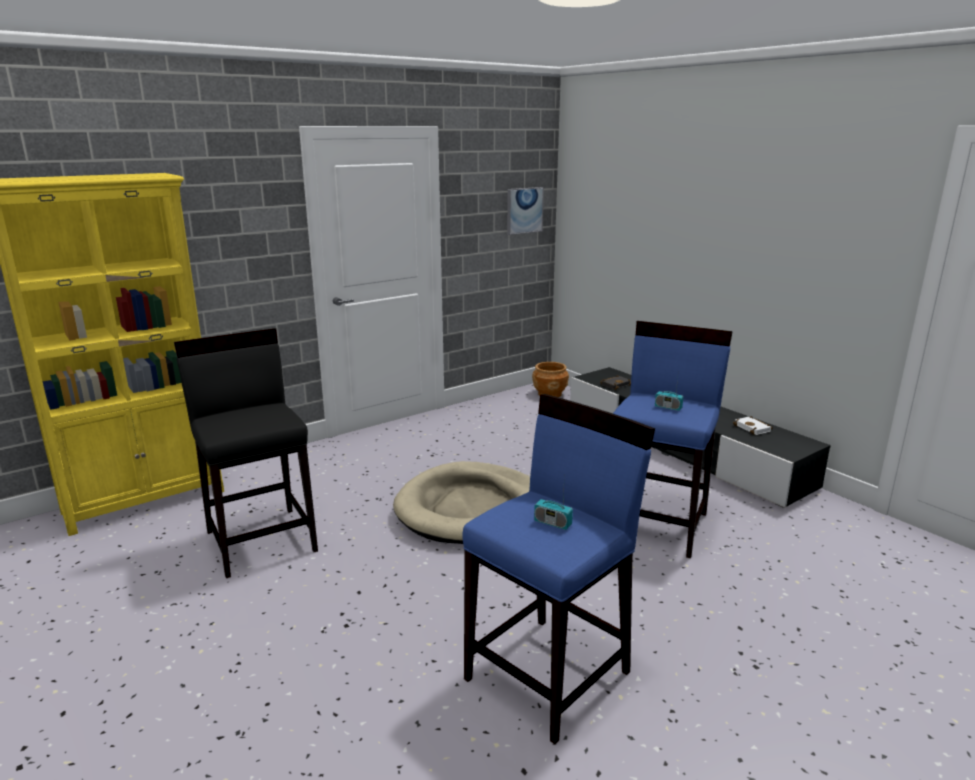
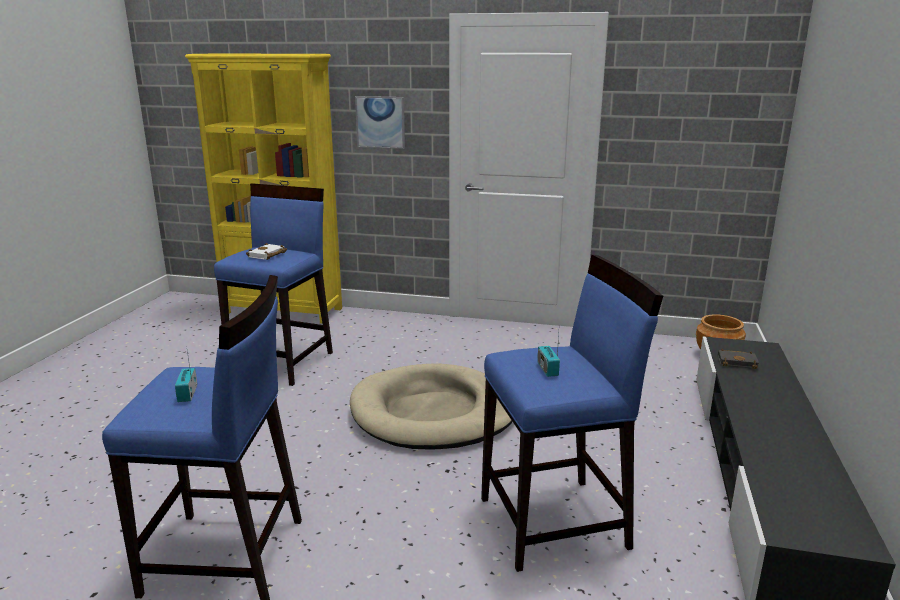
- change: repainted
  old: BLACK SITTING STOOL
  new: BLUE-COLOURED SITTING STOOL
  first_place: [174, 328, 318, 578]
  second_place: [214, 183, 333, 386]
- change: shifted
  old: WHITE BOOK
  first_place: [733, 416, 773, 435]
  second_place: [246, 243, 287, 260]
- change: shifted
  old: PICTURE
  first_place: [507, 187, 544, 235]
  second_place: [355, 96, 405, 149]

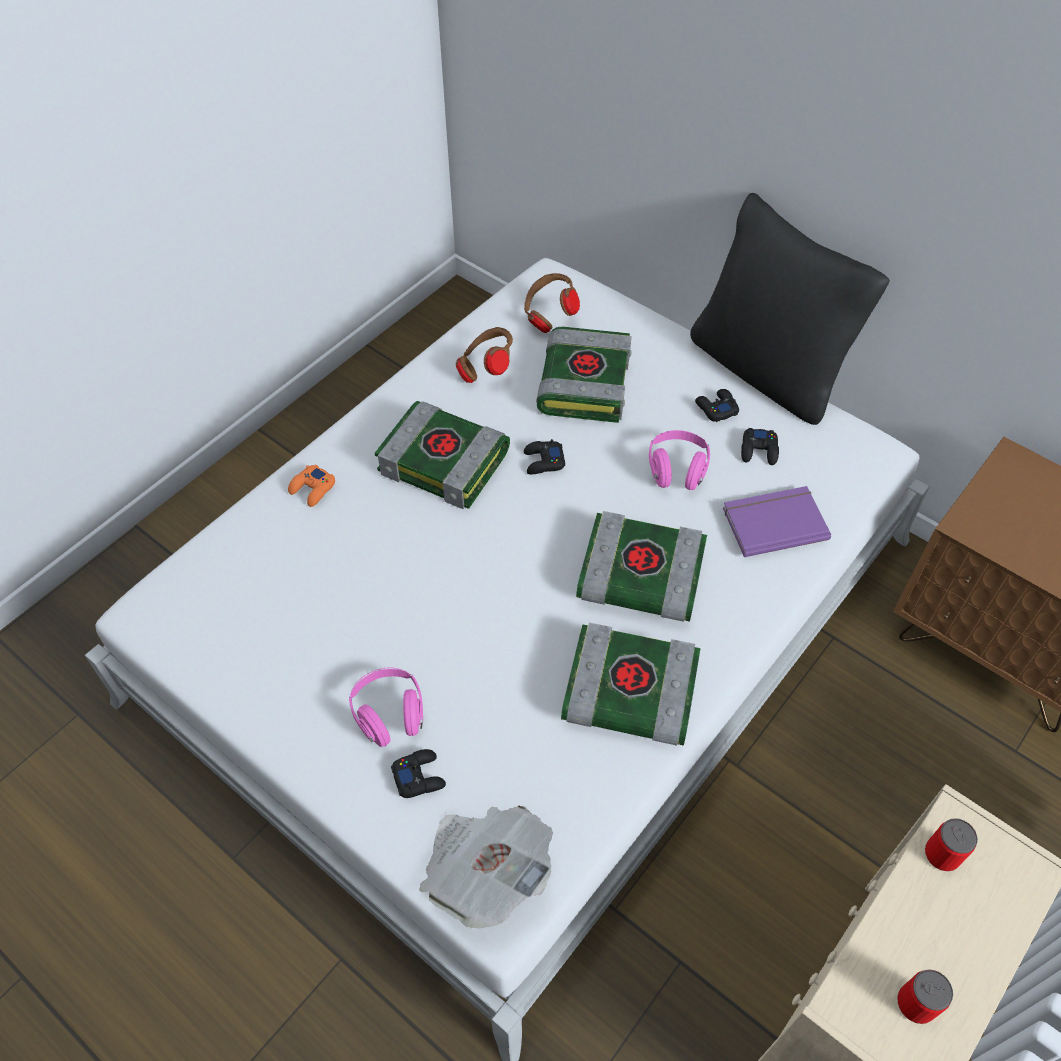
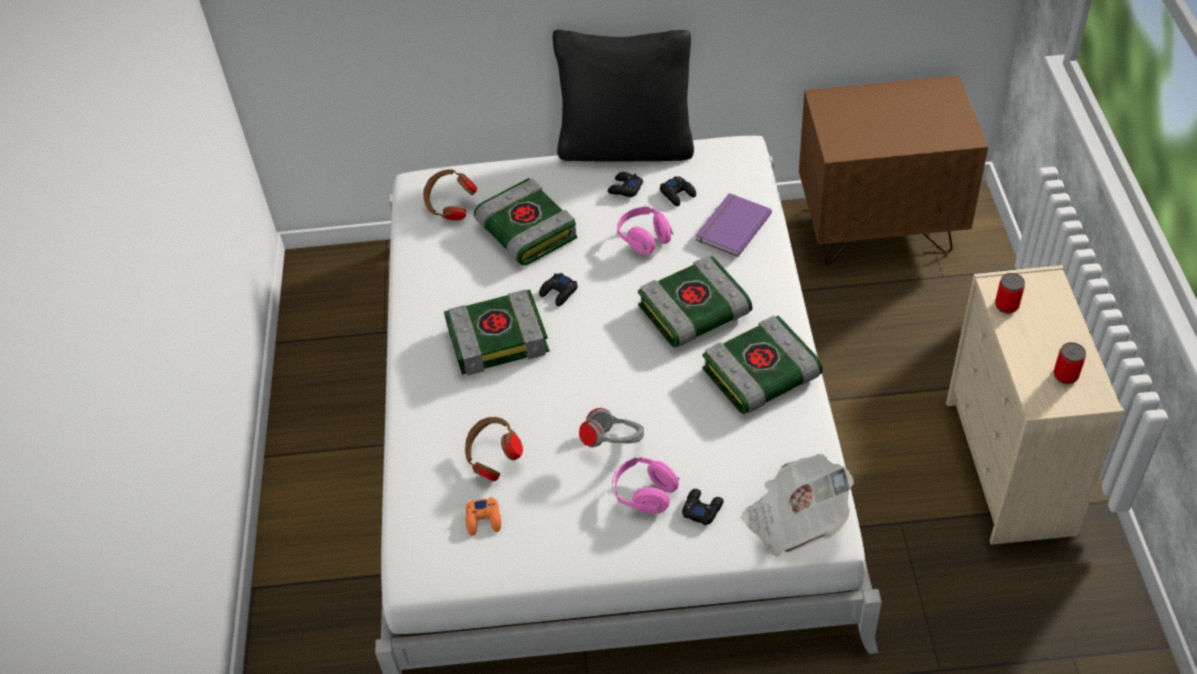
- change: shifted
  old: BROWN HEADPHONES
  first_place: [456, 327, 513, 383]
  second_place: [465, 417, 523, 481]
- change: shifted
  old: ORANGE GAME CONTROLLER
  first_place: [288, 464, 335, 507]
  second_place: [465, 497, 501, 536]
- change: new
  new: GREY HEADPHONES
  second_place: [579, 408, 644, 447]

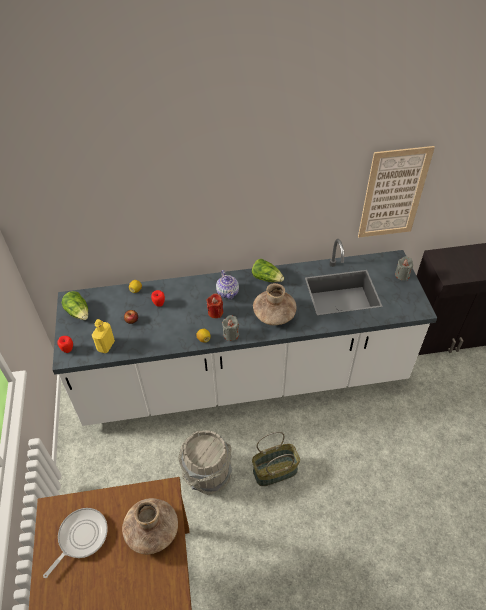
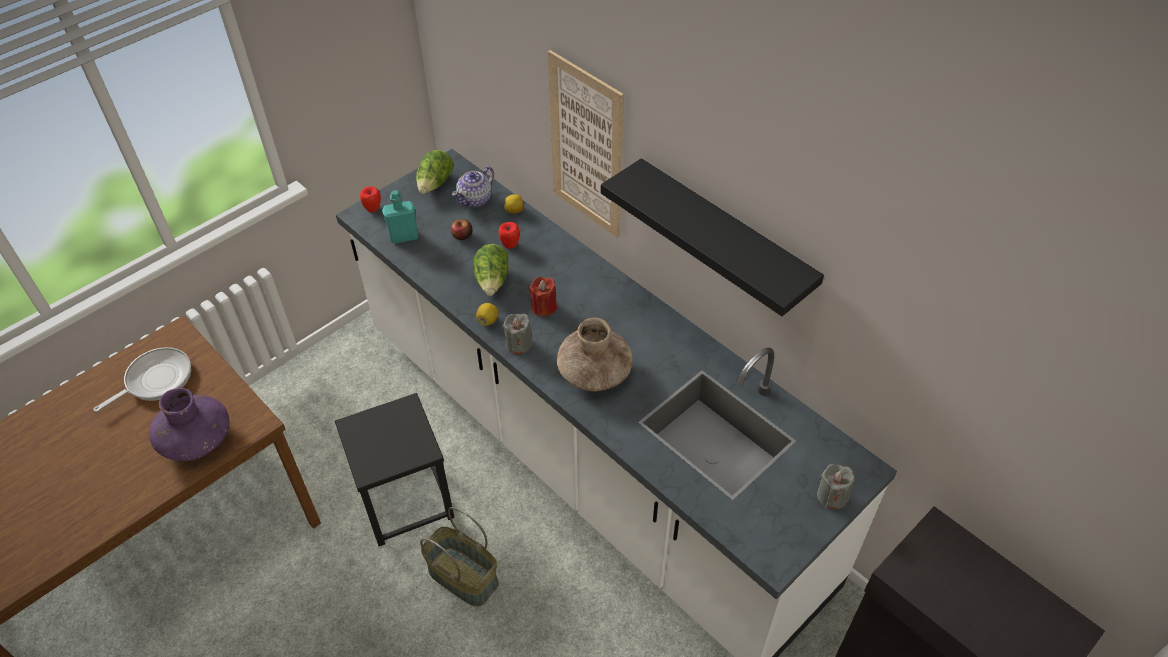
- change: rotated
  old: SKILLET
  first_place: [43, 508, 108, 578]
  second_place: [93, 347, 191, 412]
  degrees: -45
- change: repainted
  old: BROWN VASE
  new: PURPLISH VASE
  first_place: [122, 498, 178, 554]
  second_place: [149, 388, 229, 461]
- change: swapped
  old: GREY PAIL
  new: BLACK SITTING STOOL
  first_place: [178, 430, 232, 495]
  second_place: [335, 393, 455, 546]
- change: repainted
  old: YELLOW-COLOURED BEVERAGE BOTTLE
  new: BLUE-GREEN BEVERAGE BOTTLE
  first_place: [92, 319, 115, 353]
  second_place: [382, 190, 418, 244]
- change: shifted
  old: TEAPOT
  first_place: [216, 270, 239, 300]
  second_place: [452, 166, 494, 207]
- change: shifted
  old: HEAD OF LETTUCE
  first_place: [252, 259, 284, 282]
  second_place: [474, 244, 508, 296]
- change: shifted
  old: PICTURE
  first_place: [358, 146, 435, 238]
  second_place: [548, 50, 624, 238]
- change: new
  new: BLACK BRACKET SHELF
  second_place: [601, 158, 824, 316]

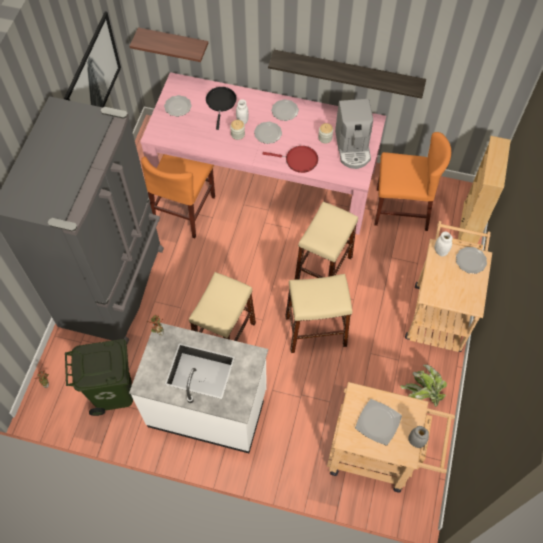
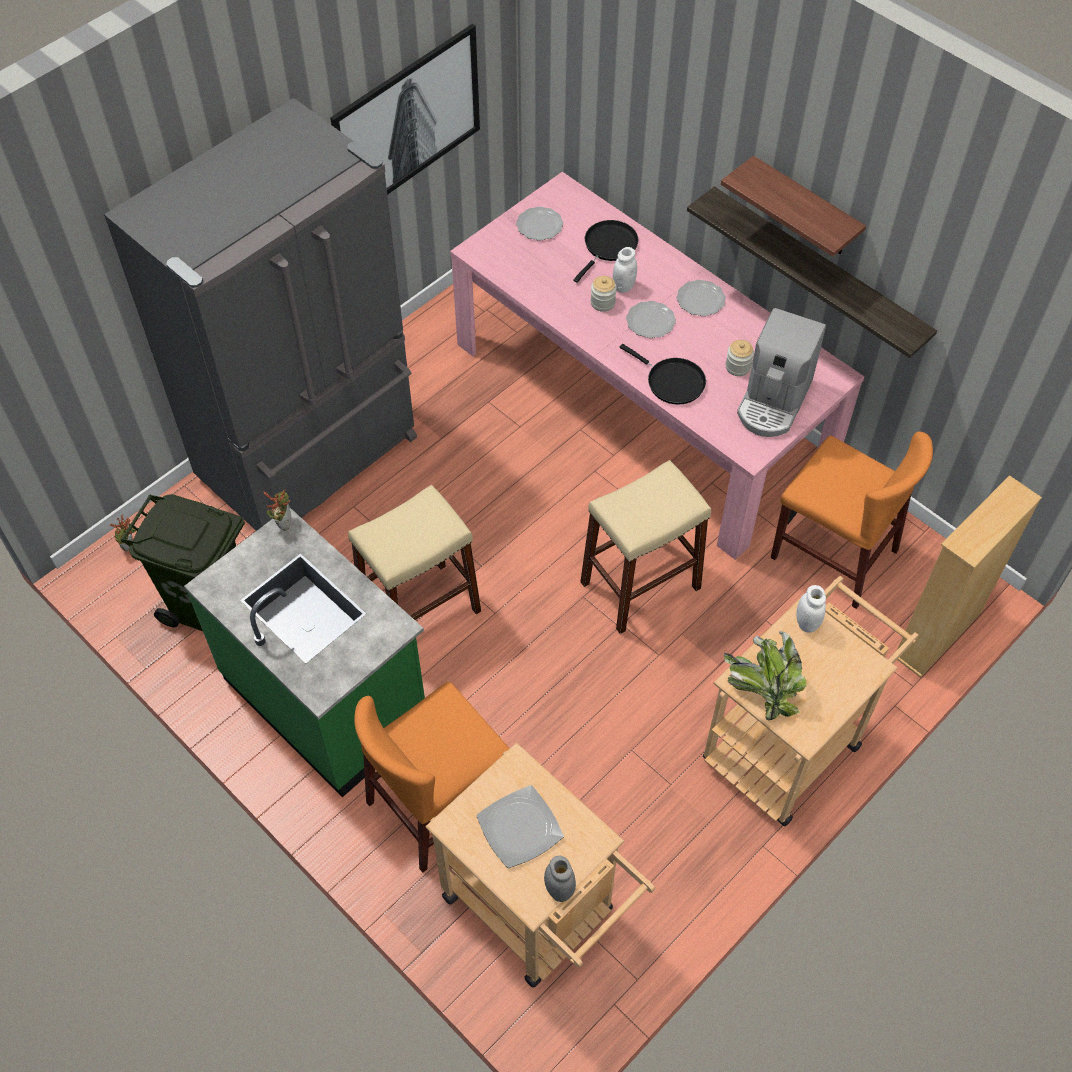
- change: repainted
  old: WHITE COUNTER
  new: GREENISH COUNTER
  first_place: [129, 323, 268, 453]
  second_place: [184, 508, 425, 797]
- change: shifted
  old: ORANGE CHAIR
  first_place: [141, 154, 215, 238]
  second_place: [354, 682, 510, 873]
- change: repainted
  old: RED SKILLET
  new: BLACK SKILLET
  first_place: [263, 146, 318, 173]
  second_place: [620, 344, 706, 405]
- change: shifted
  old: BRACKET SHELF
  first_place: [130, 27, 208, 62]
  second_place: [721, 156, 866, 257]
- change: shifted
  old: PLANT IN A POT
  first_place: [400, 364, 447, 407]
  second_place: [724, 631, 807, 720]
- change: gone
  old: SAND-COLOURED SITTING STOOL
  first_place: [285, 274, 352, 353]
- change: gone
  old: PLATE
  first_place: [456, 247, 487, 274]

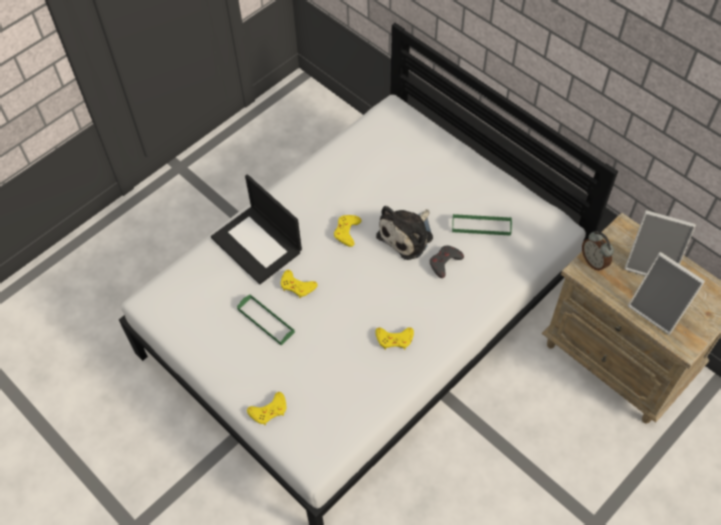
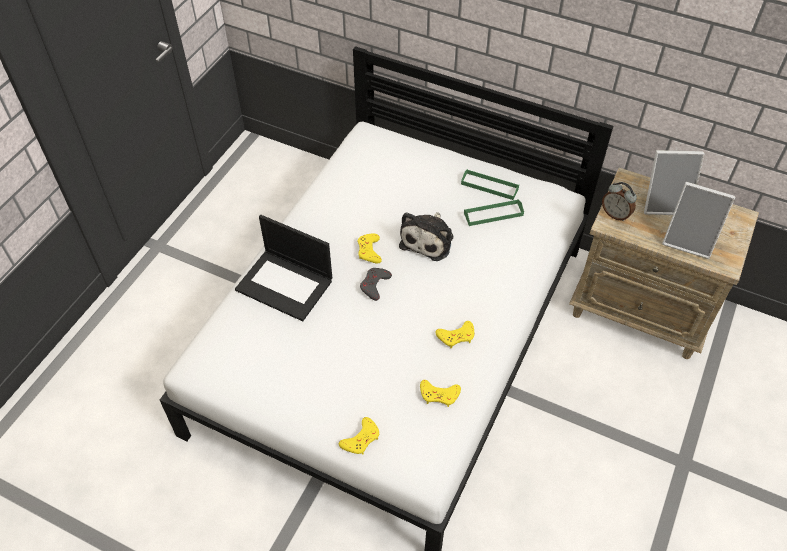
- change: shifted
  old: GREY GAME CONTROLLER
  first_place: [430, 245, 464, 278]
  second_place: [360, 268, 392, 301]
- change: shifted
  old: YELLOW-COLOURED GAME CONTROLLER
  first_place: [281, 270, 318, 299]
  second_place: [420, 380, 461, 407]
- change: shifted
  old: GREENISH CARRYING TRAY
  first_place: [237, 294, 295, 345]
  second_place: [461, 169, 519, 200]

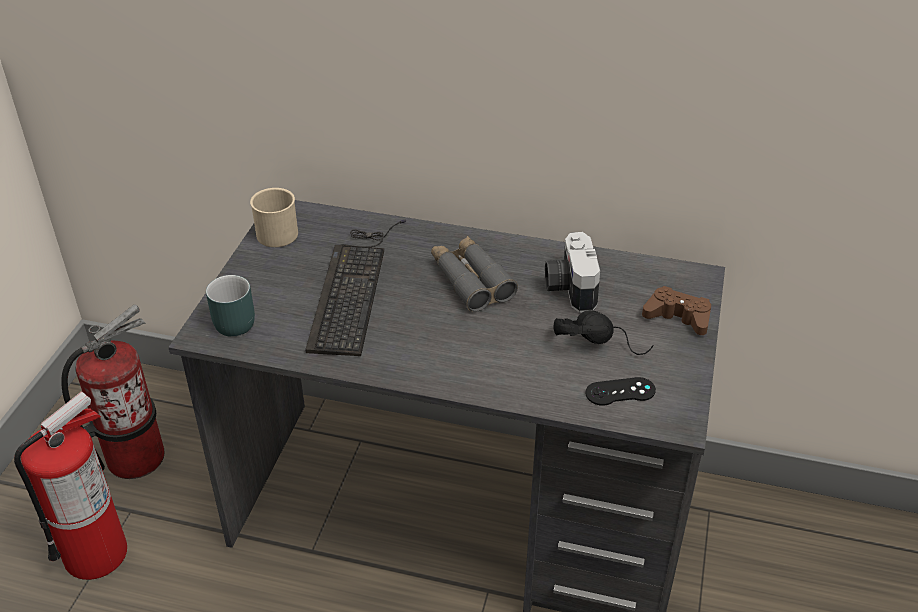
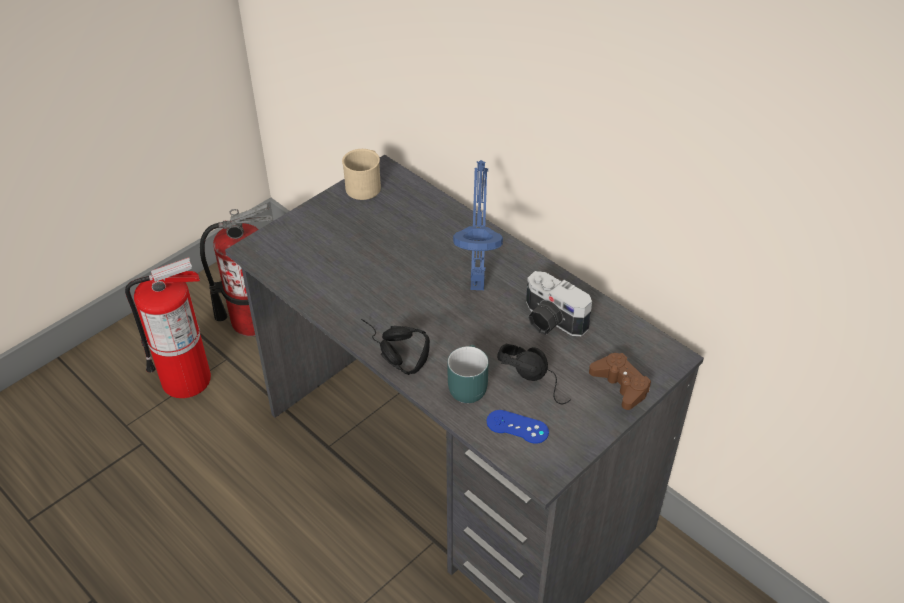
- change: new
  new: BLACK HEADPHONES
  second_place: [361, 319, 430, 375]
- change: shifted
  old: BLUE-GREEN MUG
  first_place: [206, 275, 255, 337]
  second_place: [447, 345, 489, 403]
- change: swapped
  old: GREY FIELD GLASSES
  new: BLUE-COLOURED LAMP FOR A TABLE
  first_place: [431, 236, 518, 312]
  second_place: [453, 160, 503, 290]
- change: repainted
  old: BLACK GAME CONTROLLER
  new: BLUE-COLOURED GAME CONTROLLER
  first_place: [585, 377, 656, 406]
  second_place: [487, 410, 549, 444]
- change: rotated
  old: PHOTO CAMERA
  first_place: [545, 232, 600, 313]
  second_place: [526, 271, 592, 336]
  degrees: -75
- change: gone
  old: COMPUTER KEYBOARD
  first_place: [305, 220, 406, 356]

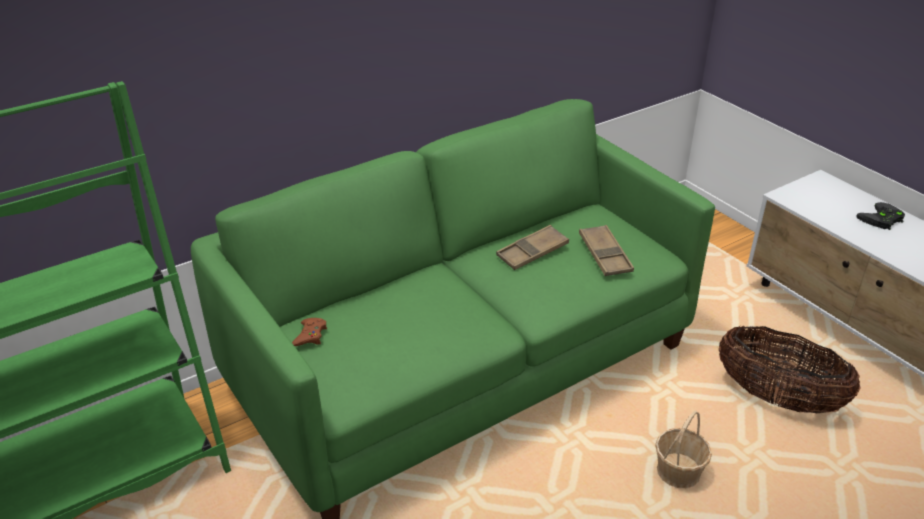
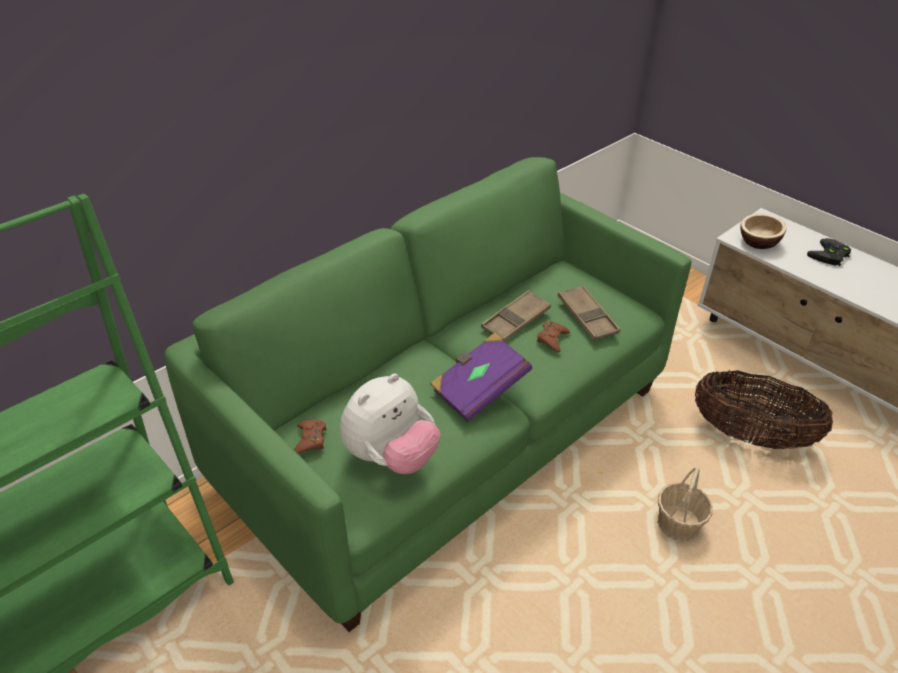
- change: new
  new: CUDDLY TOY
  second_place: [340, 374, 441, 474]
- change: new
  new: PURPLISH BOOK
  second_place: [430, 333, 532, 422]
- change: new
  new: BROWN GAME CONTROLLER
  second_place: [537, 322, 570, 352]
- change: new
  new: DEEP DISH
  second_place: [740, 214, 787, 249]

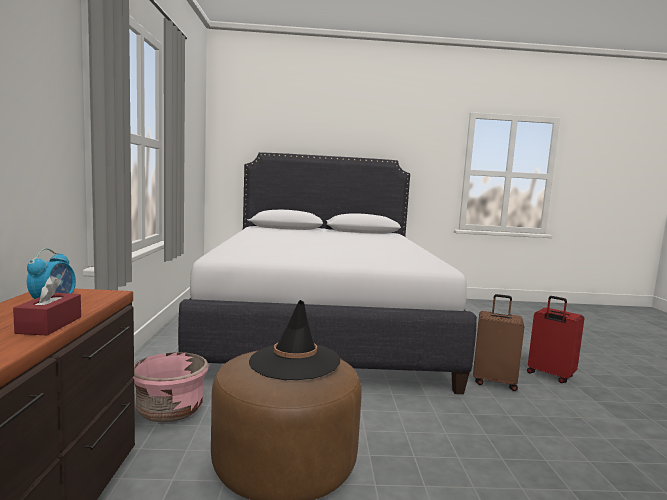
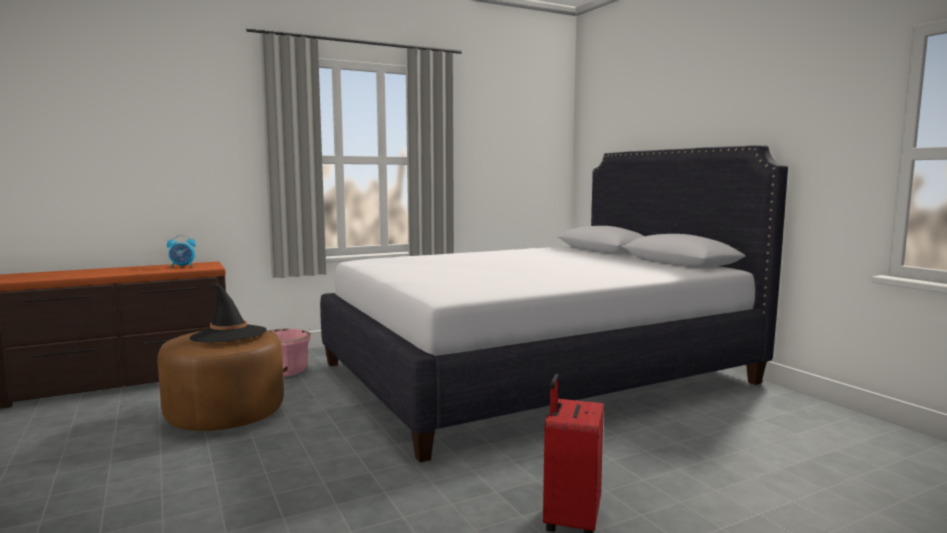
- change: gone
  old: RED TISSUE BOX
  first_place: [13, 276, 81, 336]
- change: gone
  old: BROWN TRAVEL CASE
  first_place: [473, 294, 524, 391]

